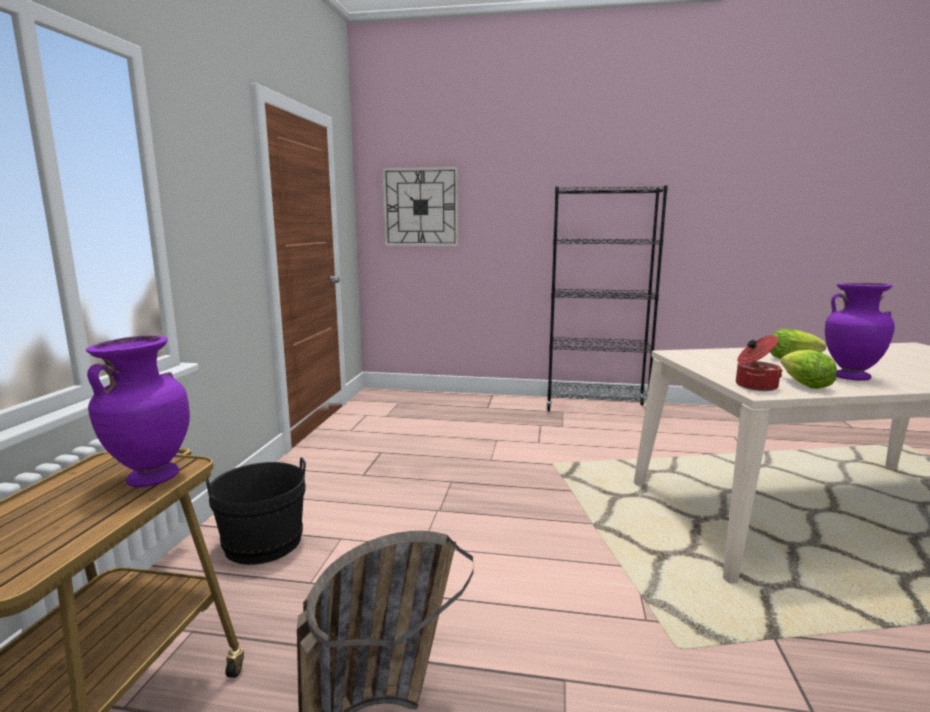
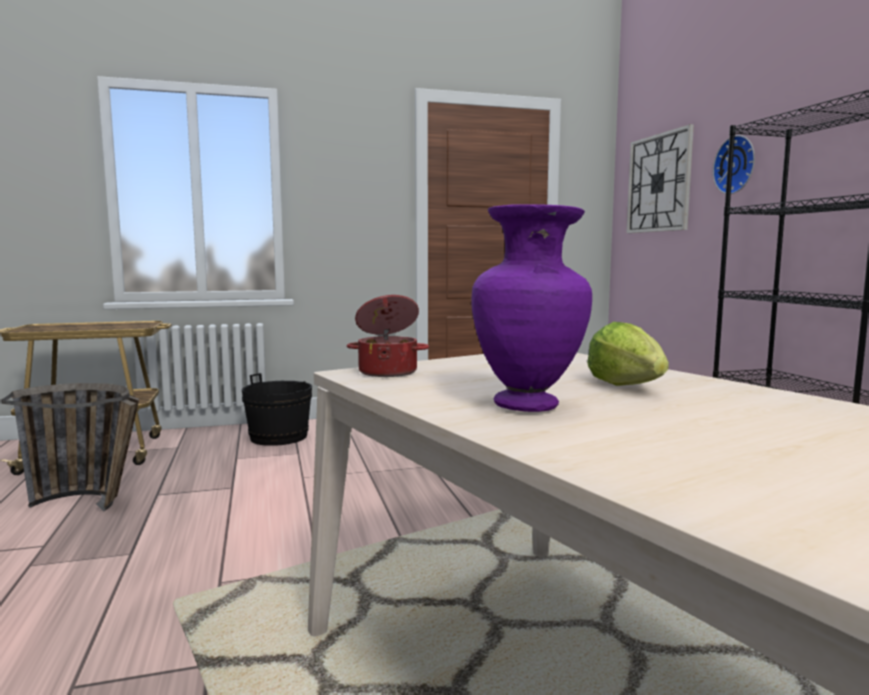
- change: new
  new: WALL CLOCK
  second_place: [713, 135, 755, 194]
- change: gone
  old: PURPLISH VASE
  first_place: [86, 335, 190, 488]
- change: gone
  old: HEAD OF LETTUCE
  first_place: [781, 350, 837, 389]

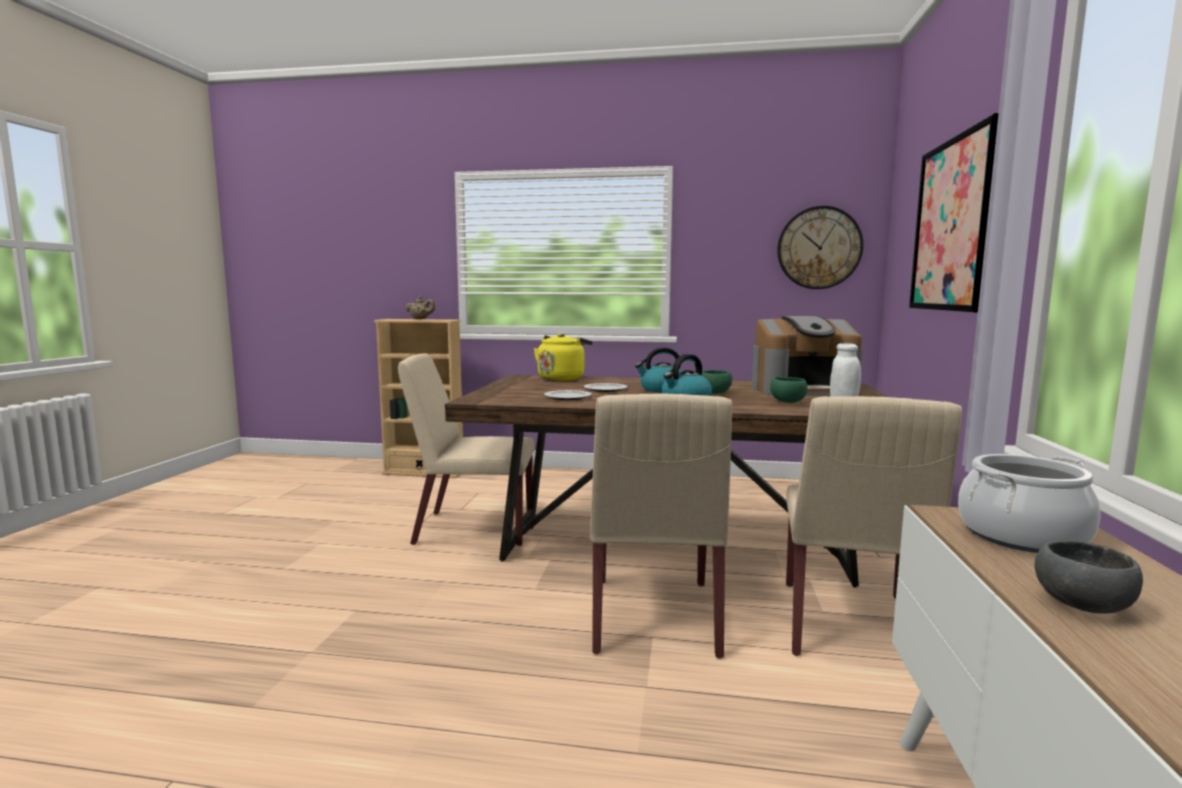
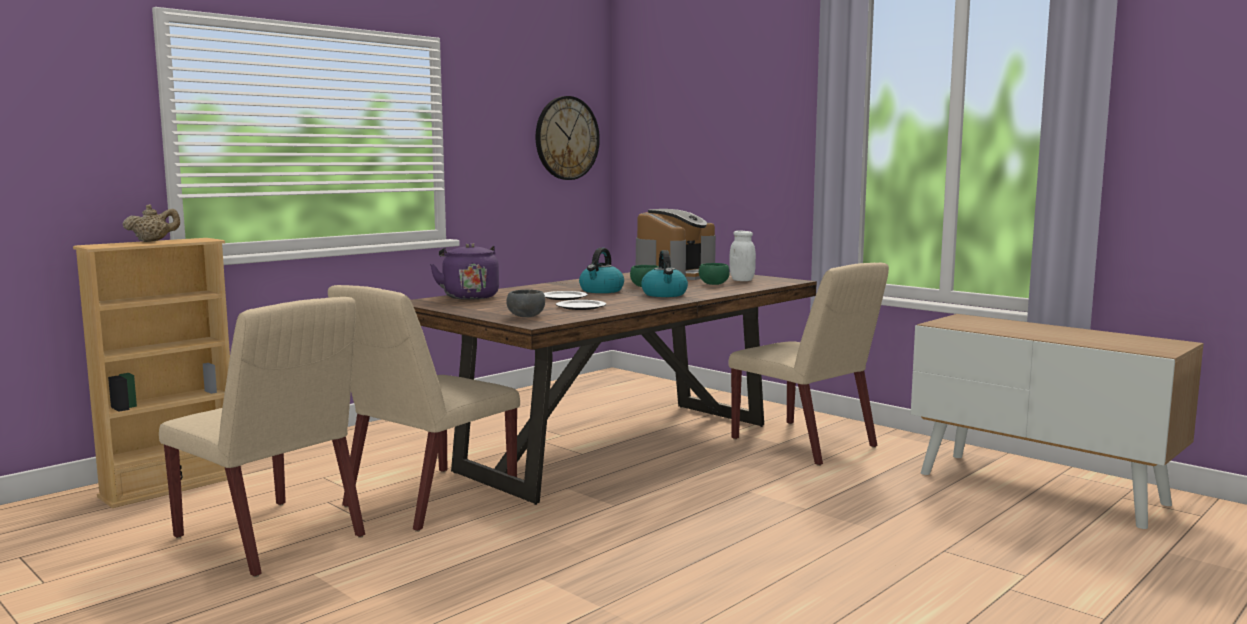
- change: shifted
  old: SAND-COLOURED CHAIR
  first_place: [590, 393, 732, 659]
  second_place: [159, 297, 365, 577]
- change: repainted
  old: YELLOW-COLOURED TEA KETTLE
  new: PURPLISH TEA KETTLE
  first_place: [534, 333, 593, 381]
  second_place: [430, 243, 499, 300]
- change: shifted
  old: GREY DEEP DISH
  first_place: [1035, 540, 1143, 614]
  second_place: [506, 289, 545, 317]
- change: gone
  old: PICTURE
  first_place: [909, 113, 998, 312]
- change: gone
  old: STOCKPOT
  first_place: [958, 454, 1100, 553]

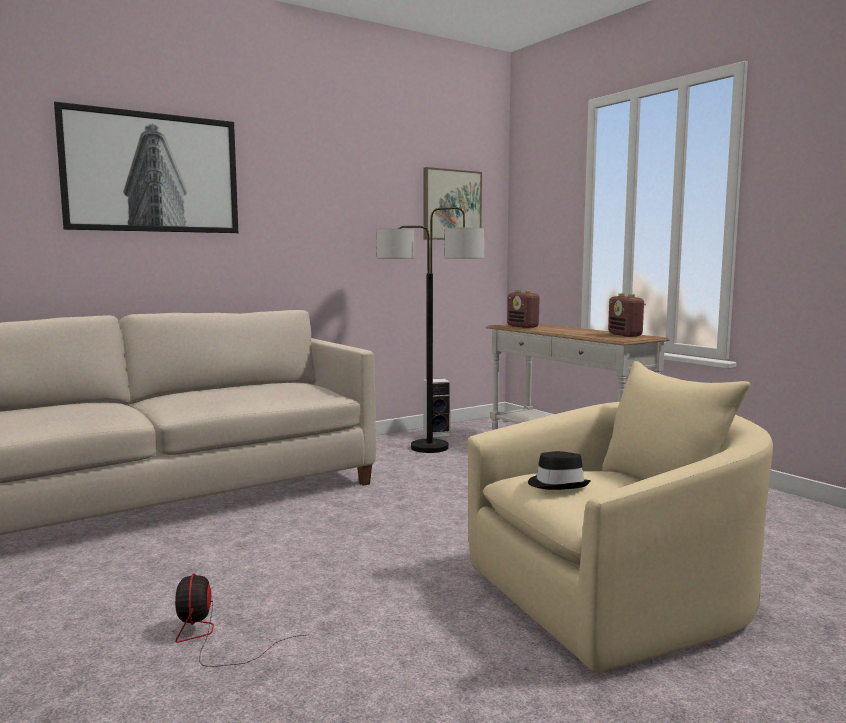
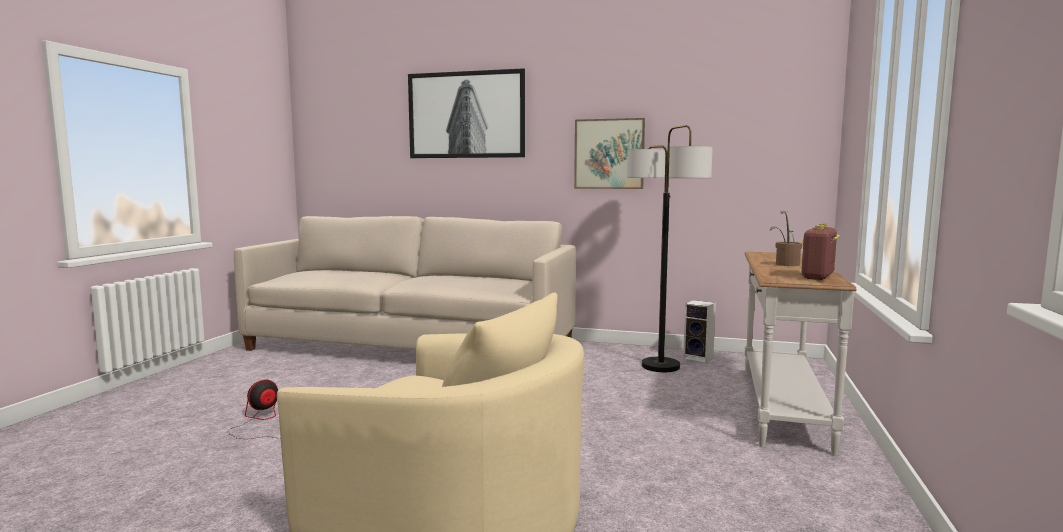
- change: shifted
  old: PICTURE
  first_place: [423, 167, 482, 240]
  second_place: [574, 118, 645, 189]
- change: new
  new: PLANT IN A POT
  second_place: [770, 211, 802, 266]
- change: gone
  old: RADIO
  first_place: [507, 290, 541, 328]
- change: gone
  old: BLACK CLOTHING HAT
  first_place: [528, 451, 591, 490]

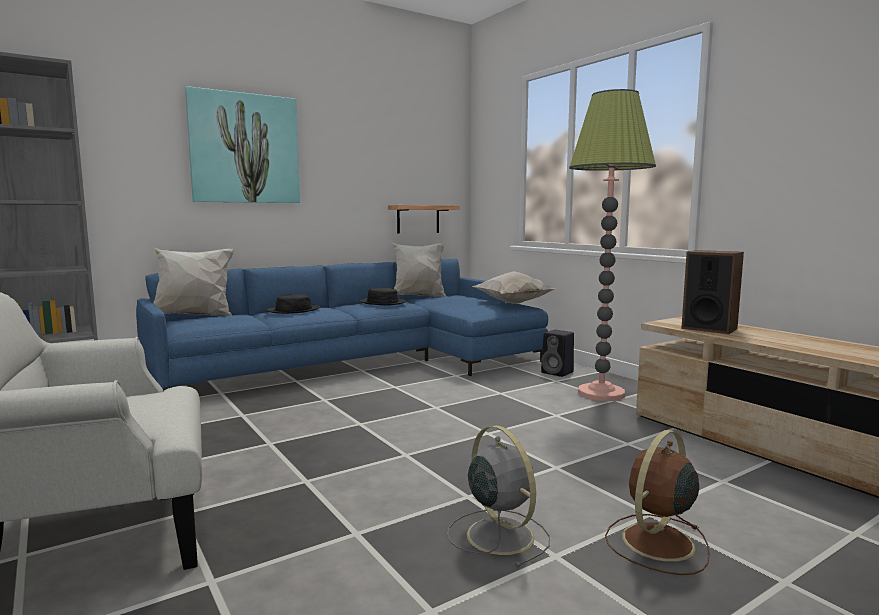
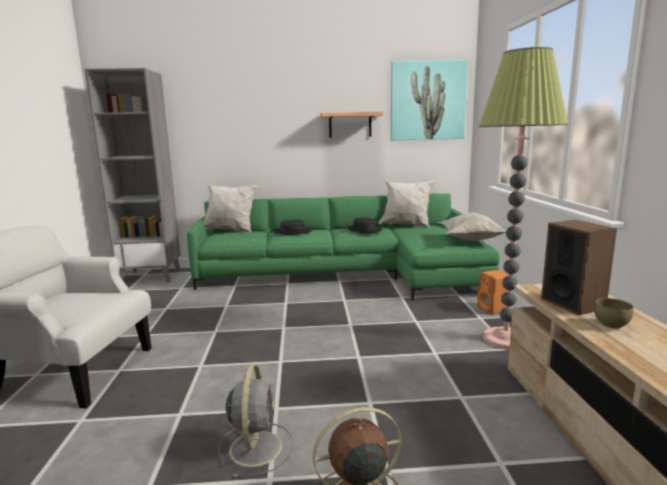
- change: repainted
  old: BLUE-COLOURED COUCH
  new: GREENISH COUCH
  first_place: [136, 259, 548, 391]
  second_place: [187, 194, 500, 300]
- change: shifted
  old: BRACKET SHELF
  first_place: [388, 205, 460, 233]
  second_place: [320, 112, 383, 138]
- change: shifted
  old: PICTURE
  first_place: [185, 86, 300, 203]
  second_place: [391, 60, 468, 140]
- change: repainted
  old: BLACK AUDIO SPEAKER
  new: ORANGE AUDIO SPEAKER
  first_place: [541, 330, 574, 377]
  second_place: [477, 270, 508, 315]
- change: new
  new: BROWN DEEP DISH
  second_place: [594, 298, 633, 329]

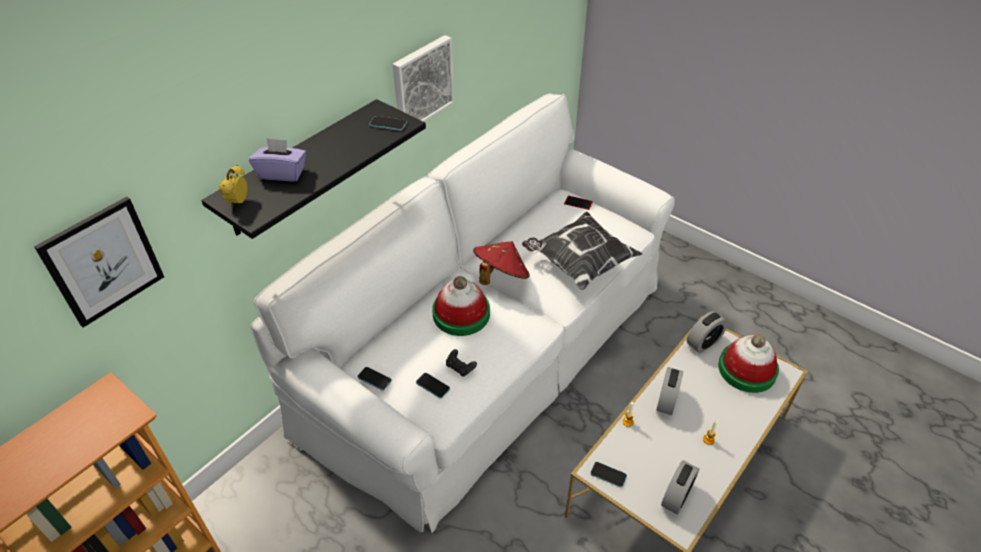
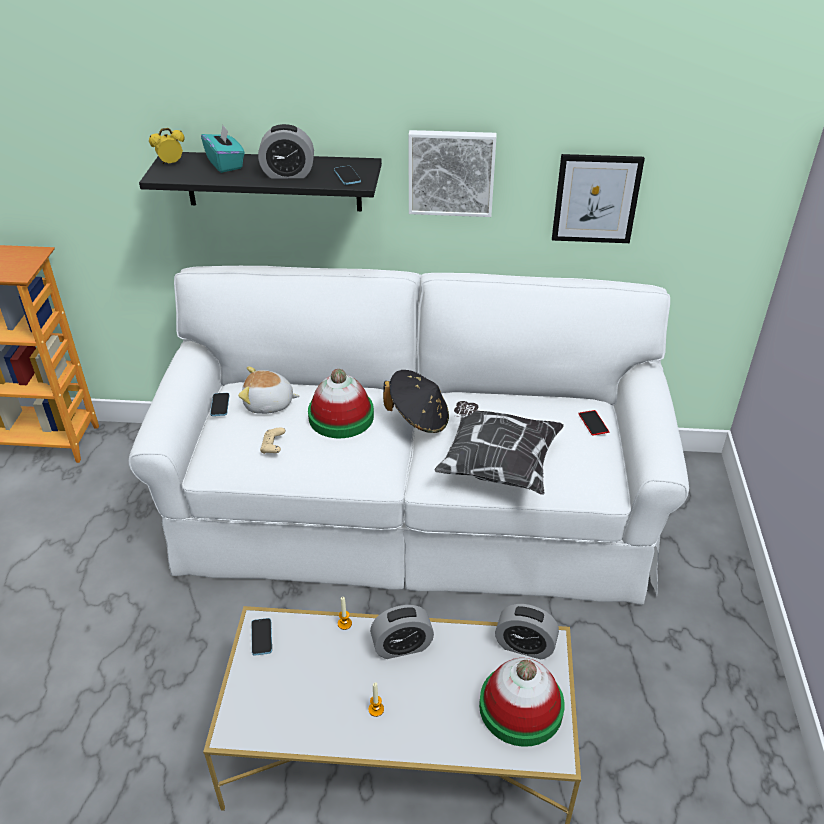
- change: repainted
  old: PURPLISH TISSUE BOX
  new: BLUE-GREEN TISSUE BOX
  first_place: [249, 138, 306, 181]
  second_place: [201, 125, 245, 173]
- change: new
  new: CUDDLY TOY
  second_place: [238, 367, 300, 414]
- change: shifted
  old: ALARM CLOCK
  first_place: [661, 460, 699, 515]
  second_place: [258, 124, 314, 179]
- change: repainted
  old: BLACK GAME CONTROLLER
  new: SAND-COLOURED GAME CONTROLLER
  first_place: [446, 349, 477, 377]
  second_place: [260, 427, 285, 454]
- change: repainted
  old: RED CLOTHING HAT
  new: BLACK CLOTHING HAT
  first_place: [473, 241, 530, 285]
  second_place: [383, 370, 449, 433]
- change: shifted
  old: PICTURE
  first_place: [34, 197, 164, 328]
  second_place: [552, 154, 645, 243]
- change: gone
  old: TELEPHONE
  first_place: [416, 373, 450, 399]

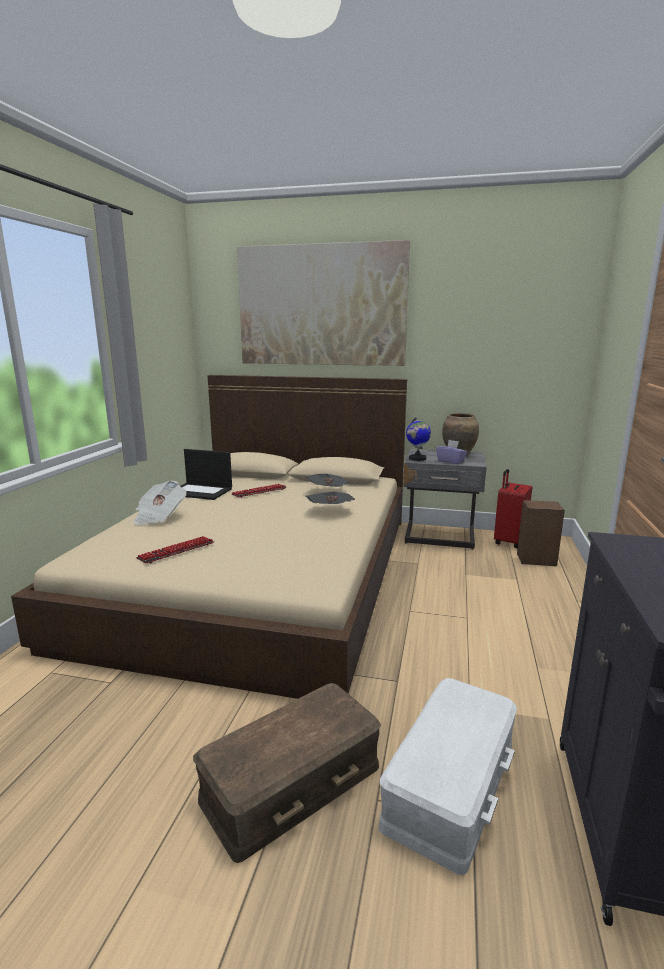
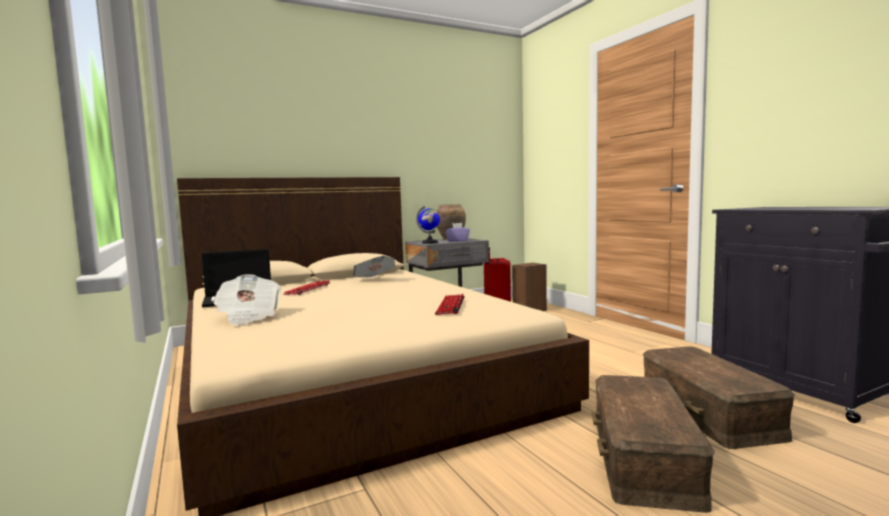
- change: shifted
  old: COMPUTER KEYBOARD
  first_place: [136, 536, 214, 564]
  second_place: [435, 294, 465, 315]
- change: repainted
  old: WHITE STORAGE BIN
  new: BROWN STORAGE BIN
  first_place: [379, 678, 517, 875]
  second_place: [643, 346, 795, 449]
- change: gone
  old: PICTURE
  first_place: [237, 240, 410, 366]
- change: gone
  old: PRINTED PAPER
  first_place: [306, 492, 355, 504]

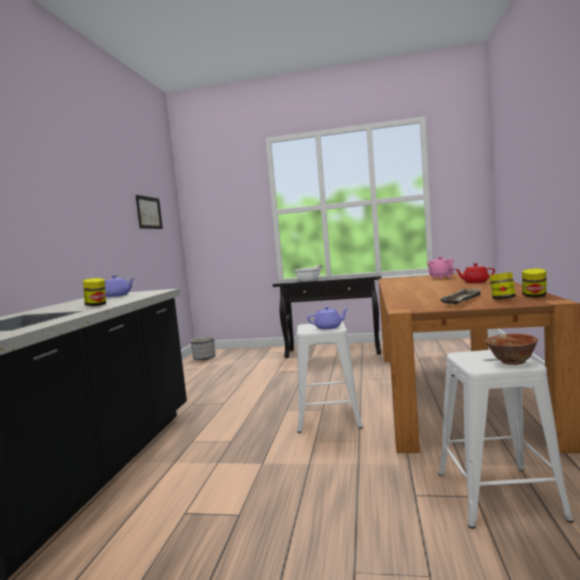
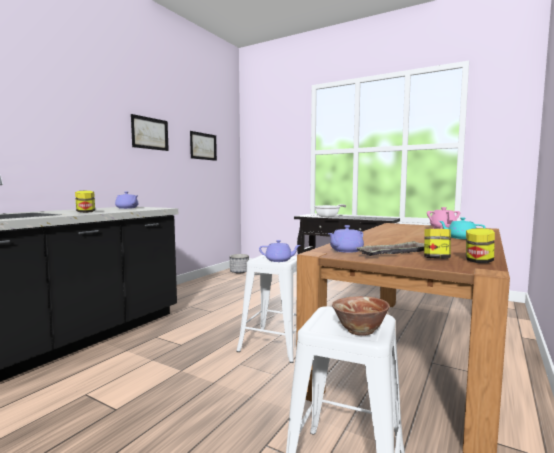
- change: new
  new: PICTURE
  second_place: [131, 114, 169, 151]
- change: new
  new: PURPLISH TEAPOT
  second_place: [328, 225, 364, 253]
- change: repainted
  old: RED TEAPOT
  new: BLUE-GREEN TEAPOT
  first_place: [455, 263, 495, 283]
  second_place: [439, 217, 486, 239]

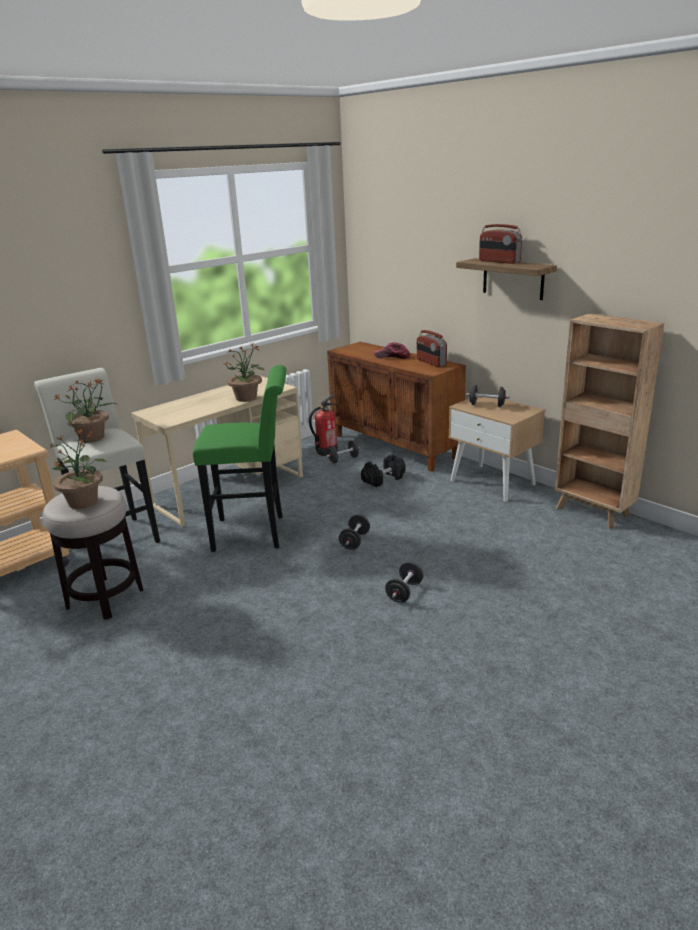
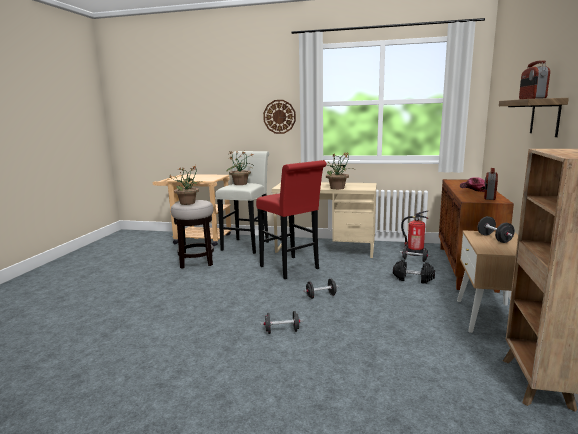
- change: repainted
  old: GREENISH SITTING STOOL
  new: RED SITTING STOOL
  first_place: [193, 365, 287, 552]
  second_place: [256, 160, 327, 279]
- change: new
  new: WALL CLOCK
  second_place: [263, 100, 296, 134]

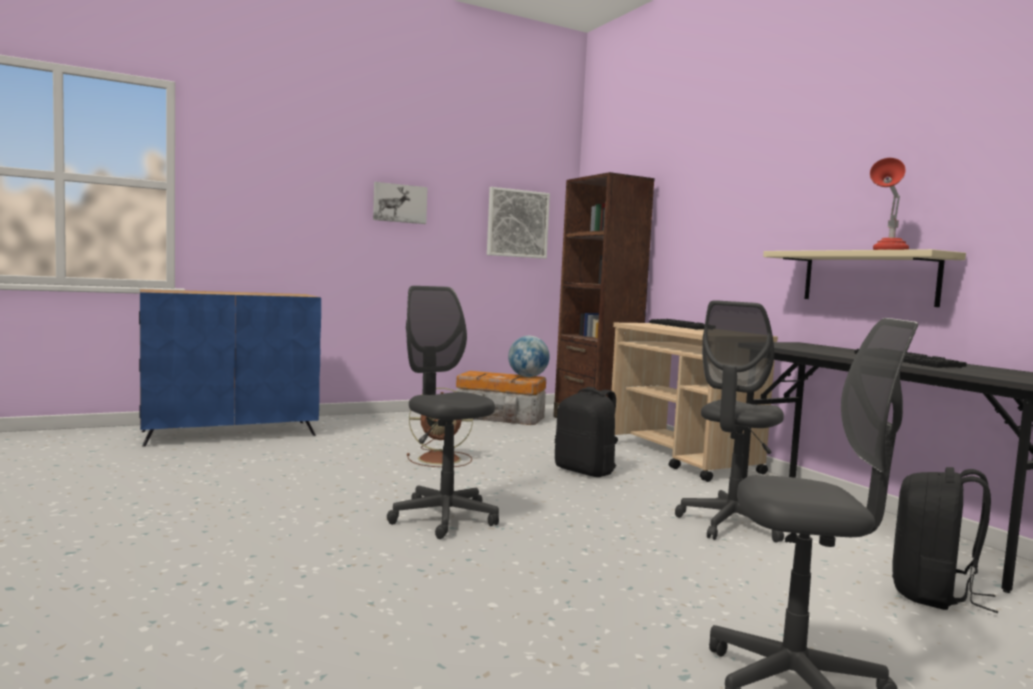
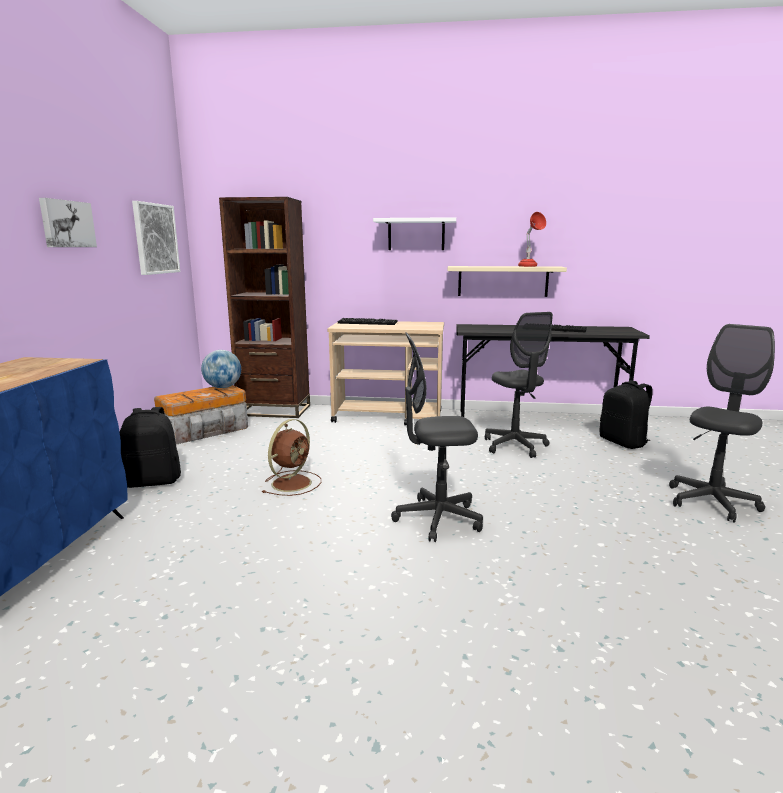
- change: shifted
  old: BLACK RUCKSACK
  first_place: [555, 387, 617, 477]
  second_place: [119, 407, 181, 488]
- change: new
  new: WHITE BRACKET SHELF
  second_place: [373, 217, 456, 250]

